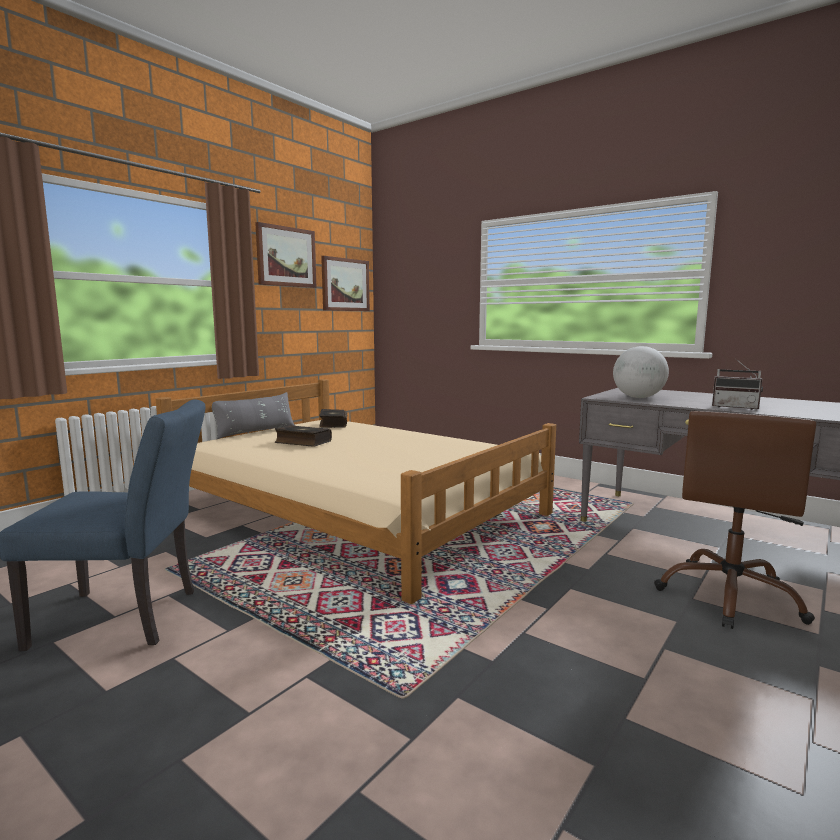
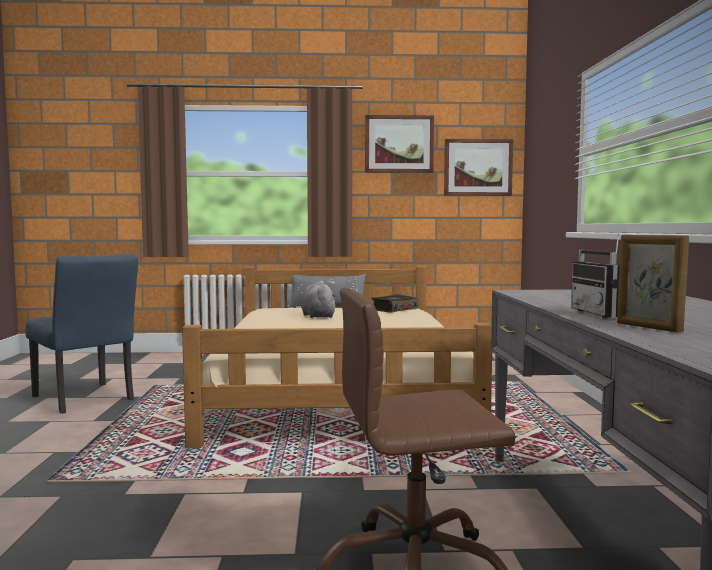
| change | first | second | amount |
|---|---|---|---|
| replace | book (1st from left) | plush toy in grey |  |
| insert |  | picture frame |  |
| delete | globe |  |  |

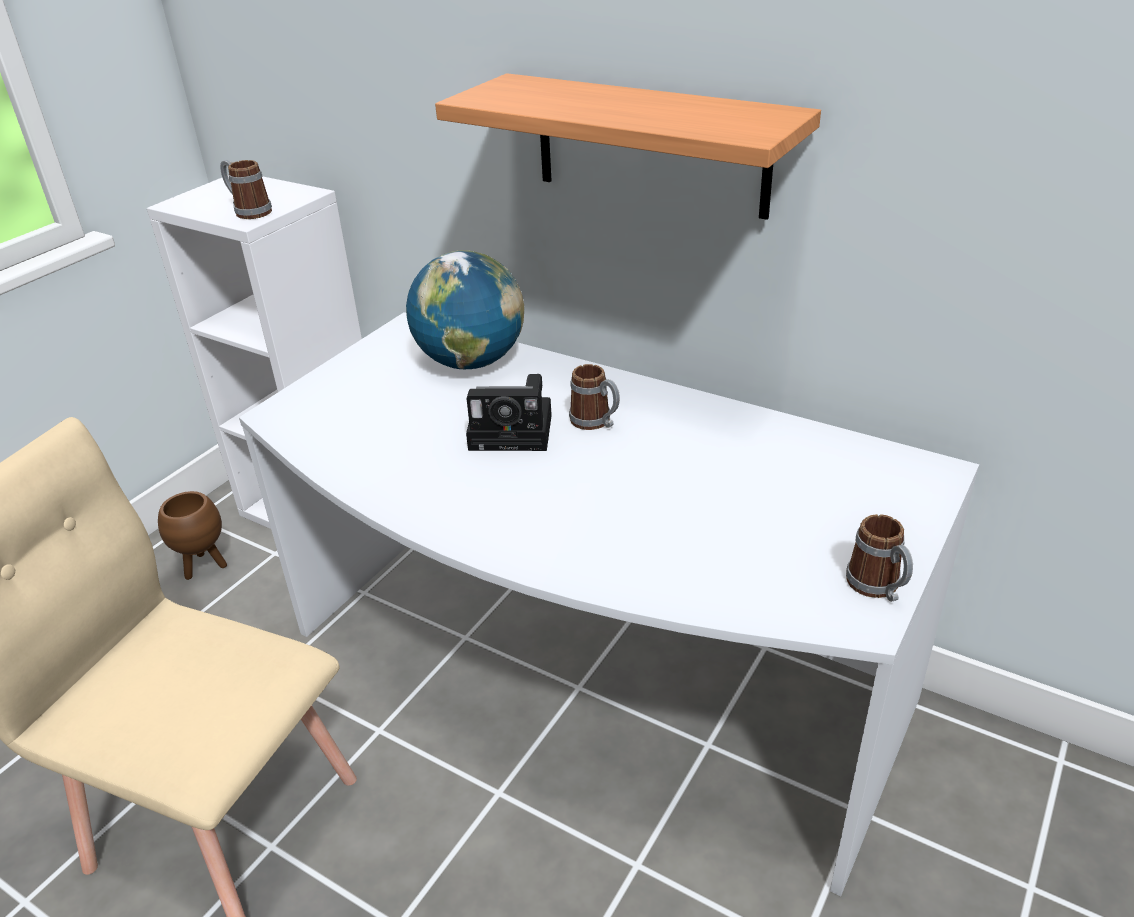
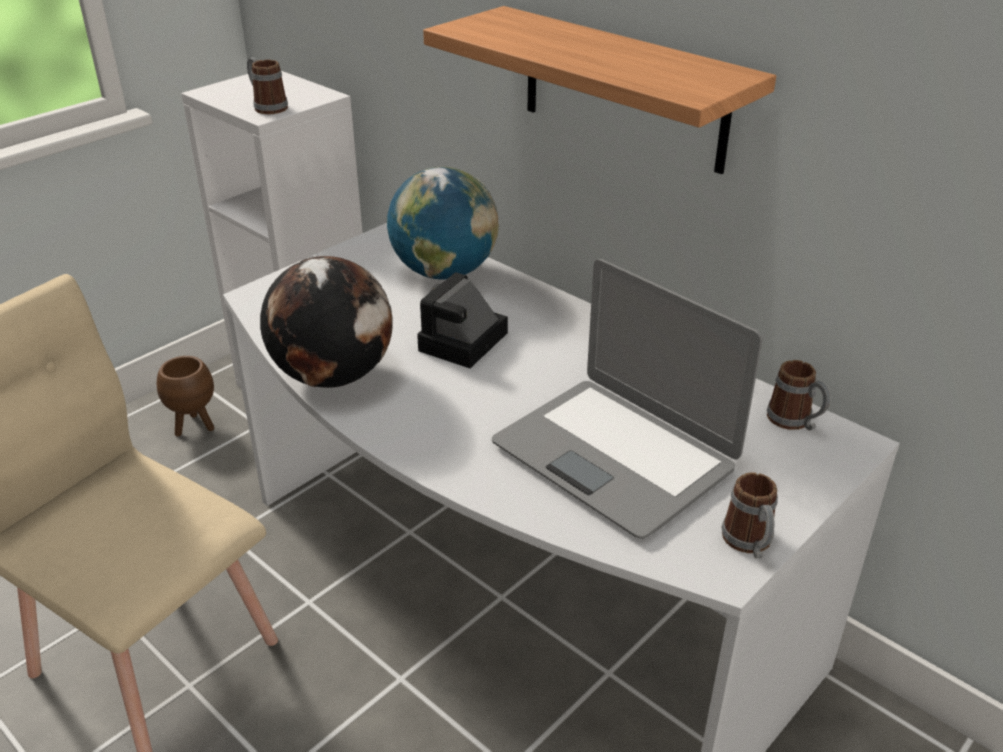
| change | first | second | amount |
|---|---|---|---|
| insert |  | globe (1st from left) |  |
| rotate | photo camera |  | 105 degrees clockwise |
| insert |  | laptop |  |
| move | mug (2nd from left in the first image) | mug (3rd from left) |  |

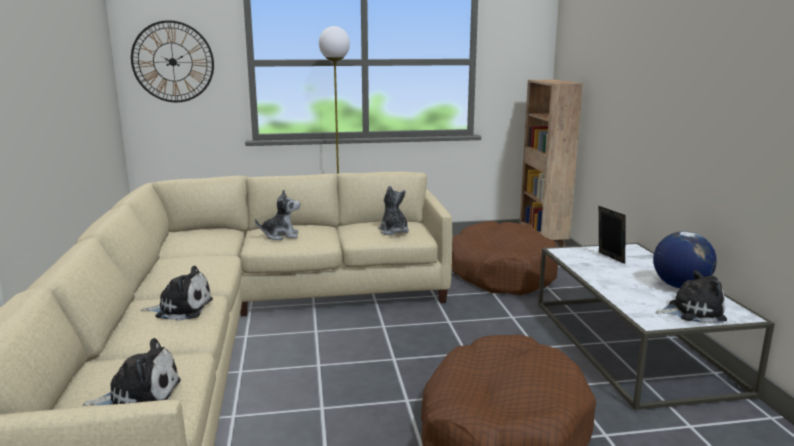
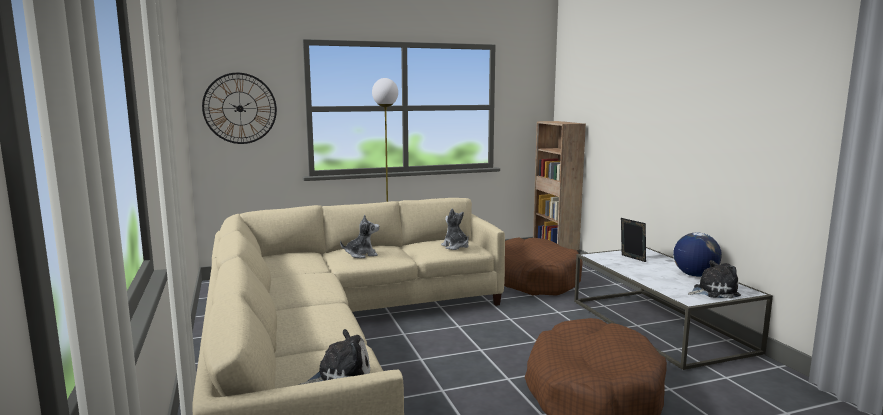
| change | first | second | amount |
|---|---|---|---|
| delete | plush toy (2nd from left) |  |  |

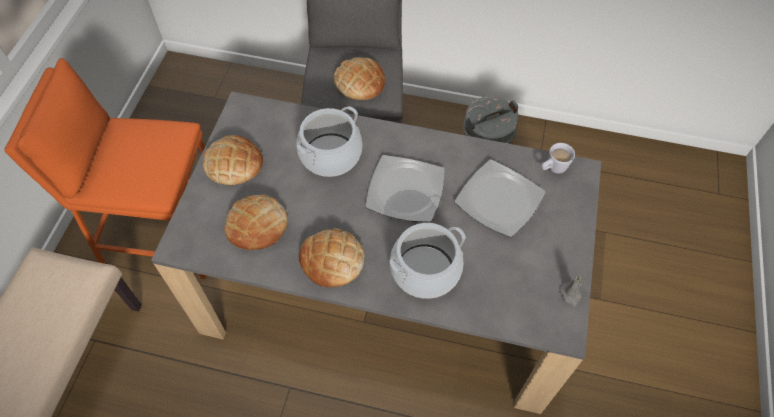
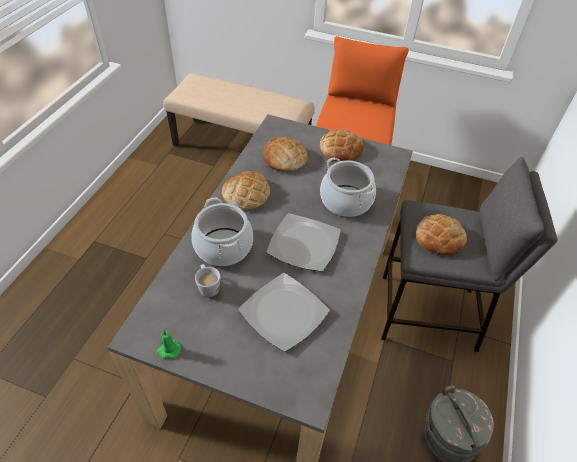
| change | first | second | amount |
|---|---|---|---|
| recolor | candle in grey | candle in green |  |
| move | mug in white |  |  |

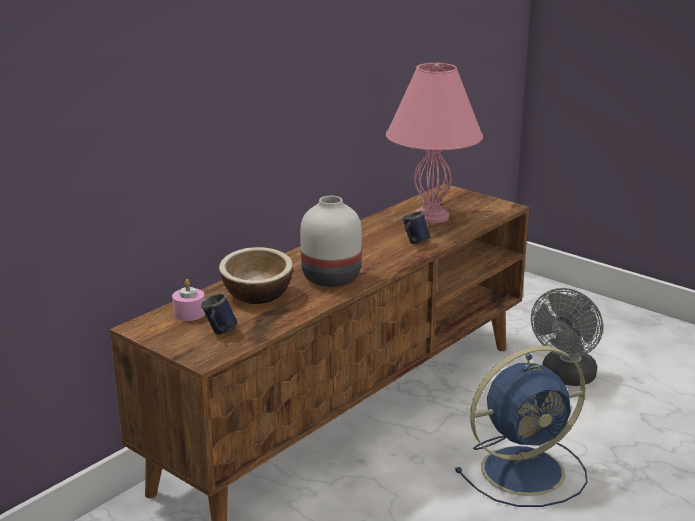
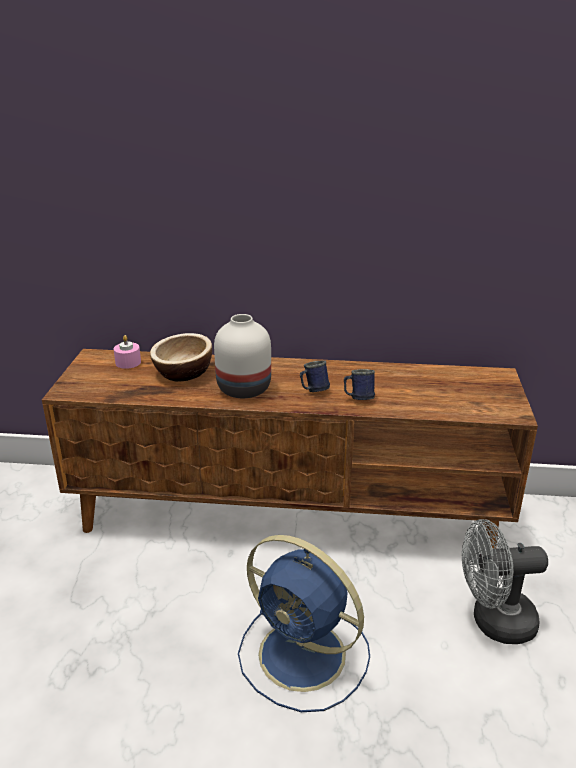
| change | first | second | amount |
|---|---|---|---|
| move | mug in blue (1st from left) |  |  |
| delete | table lamp in pink |  |  |

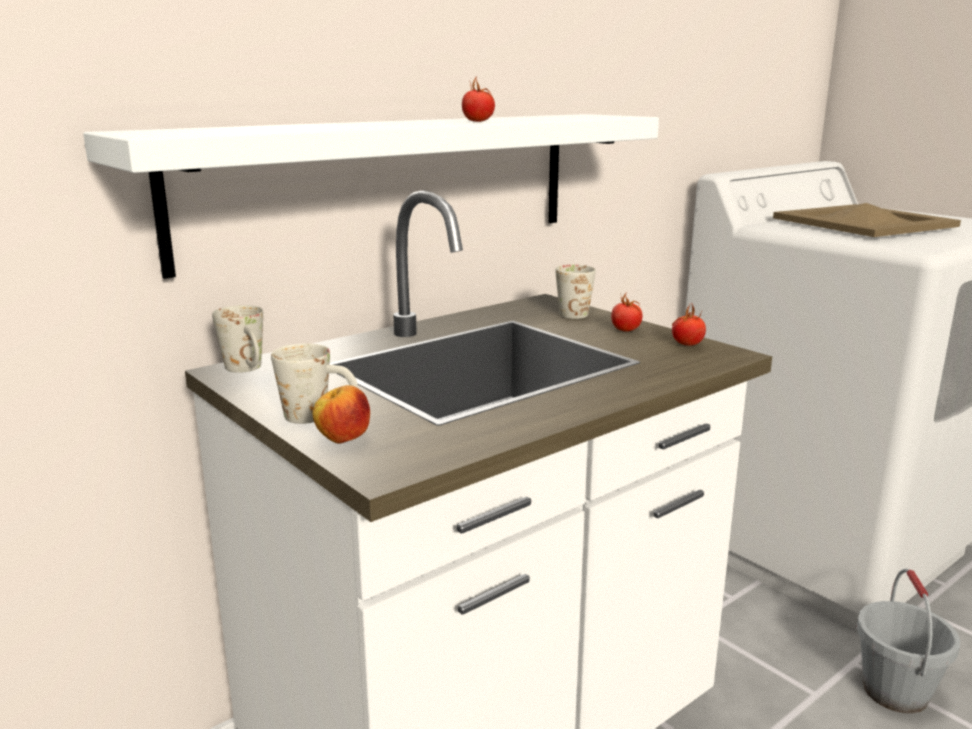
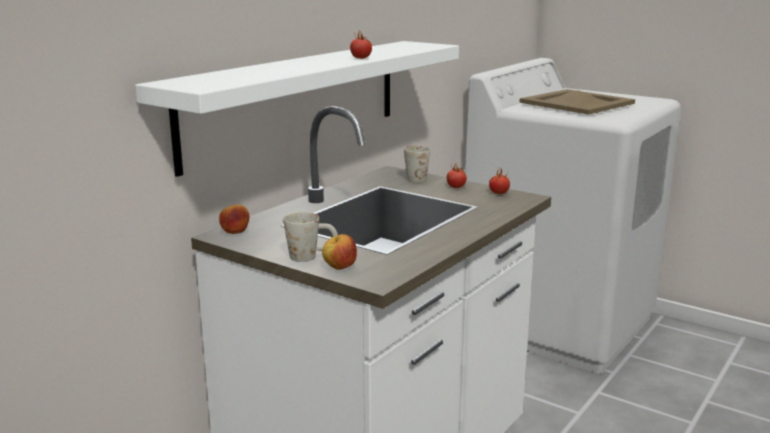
| change | first | second | amount |
|---|---|---|---|
| replace | mug in white (1st from left) | apple (1st from left) |  |
| delete | bucket in grey |  |  |

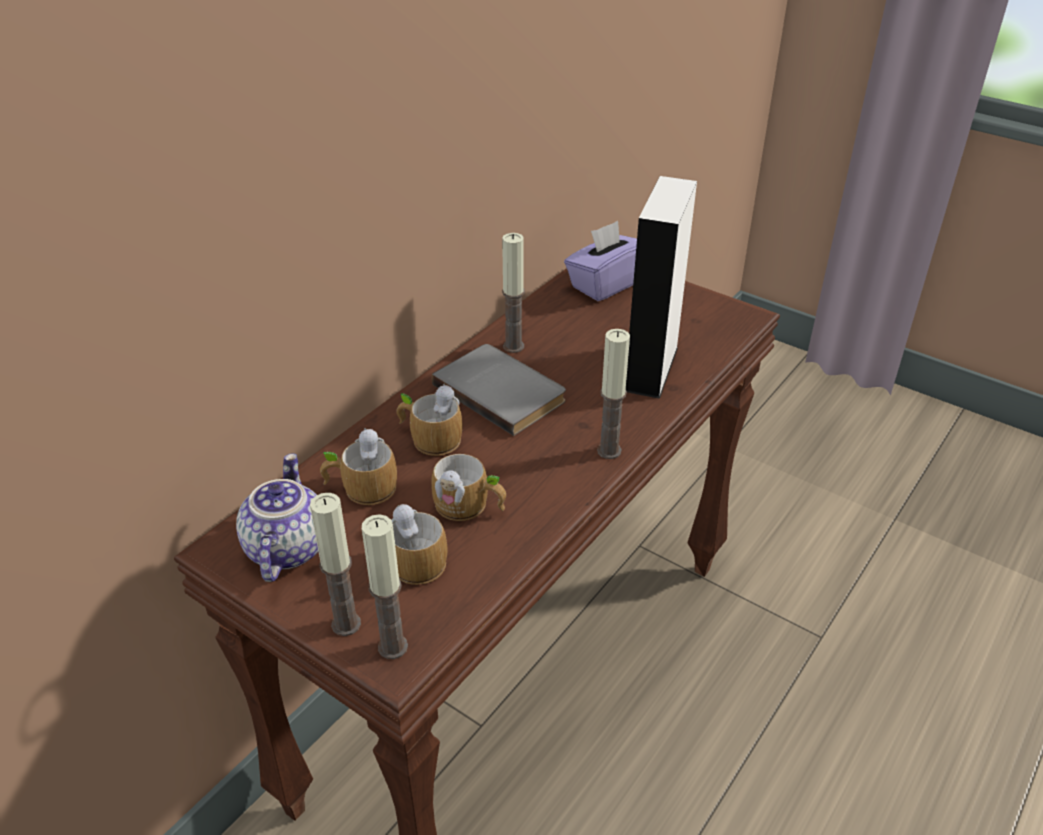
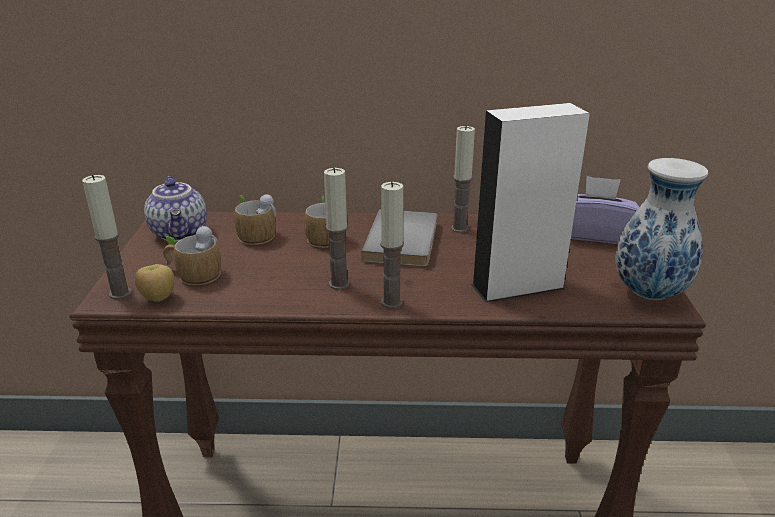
| change | first | second | amount |
|---|---|---|---|
| insert |  | apple |  |
| rotate | teapot |  | 105 degrees clockwise |
| move | candle (1st from left in the first image) | candle (2nd from left) |  |
| insert |  | vase |  |
| delete | mug (4th from left) |  |  |

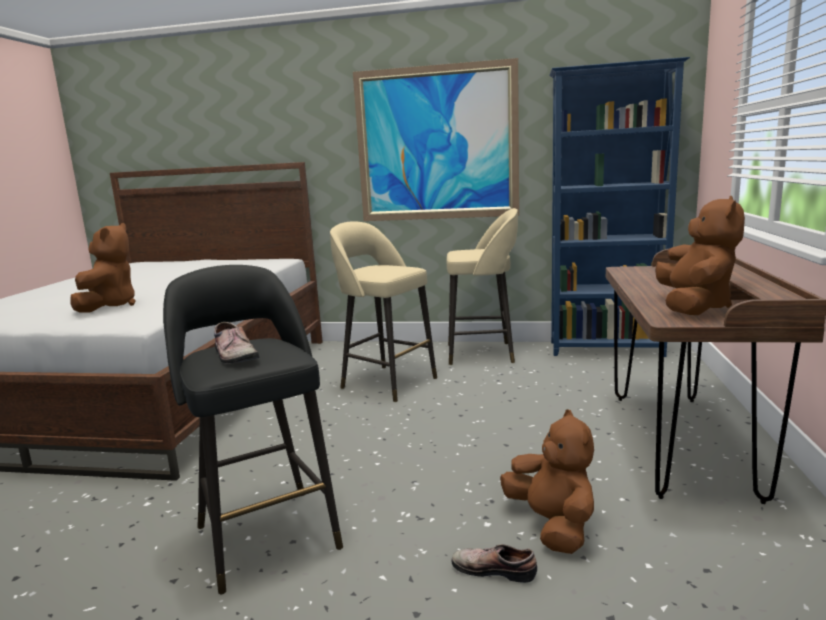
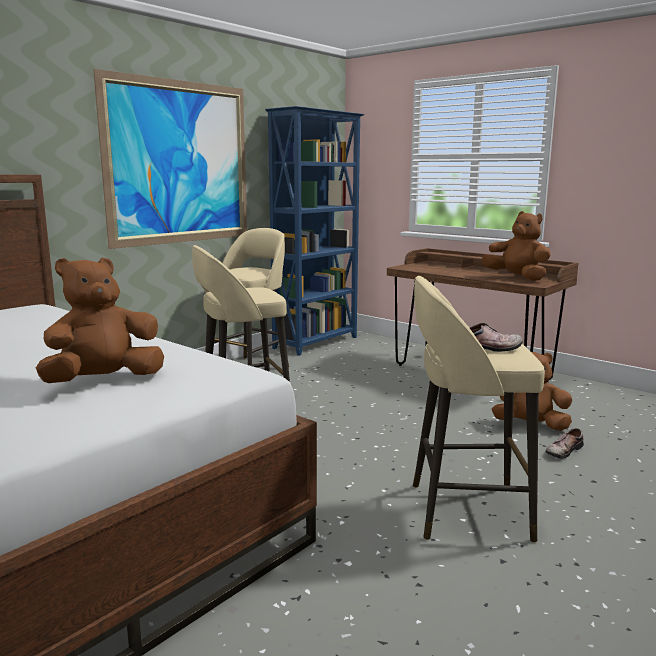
| change | first | second | amount |
|---|---|---|---|
| rotate | plush toy in brown (1st from left) |  | 75 degrees counterclockwise |
| recolor | stool in black | stool in beige (3rd from left) |  |

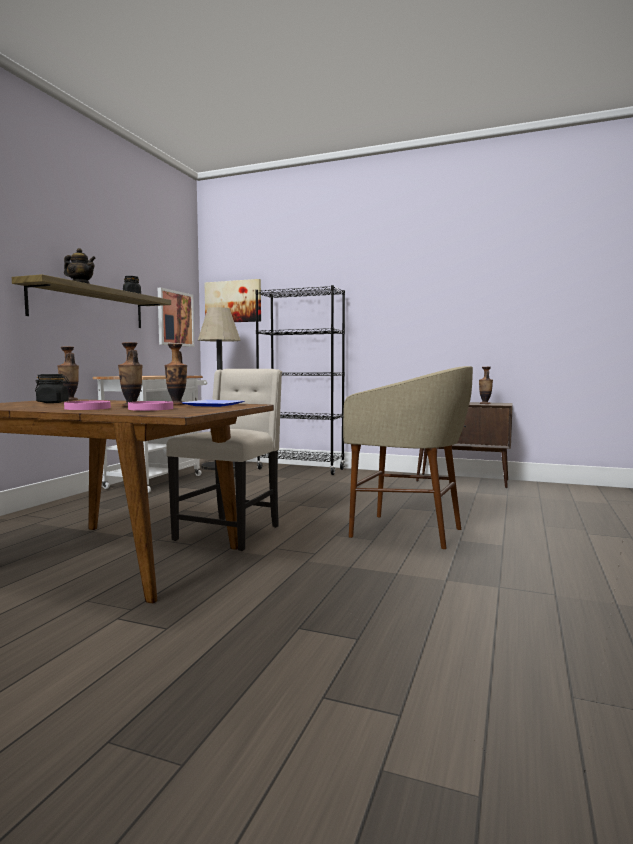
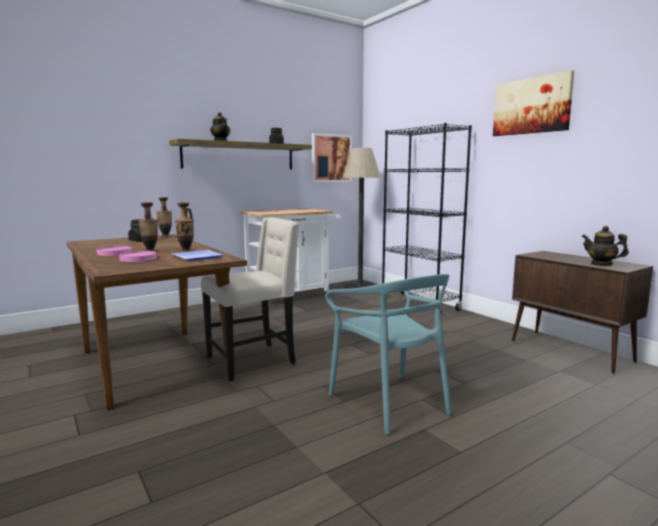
| change | first | second | amount |
|---|---|---|---|
| replace | stool in beige | chair in turquoise |  |
| move | picture (2nd from left) |  |  |
| replace | vase (4th from left) | teapot (2nd from left) |  |

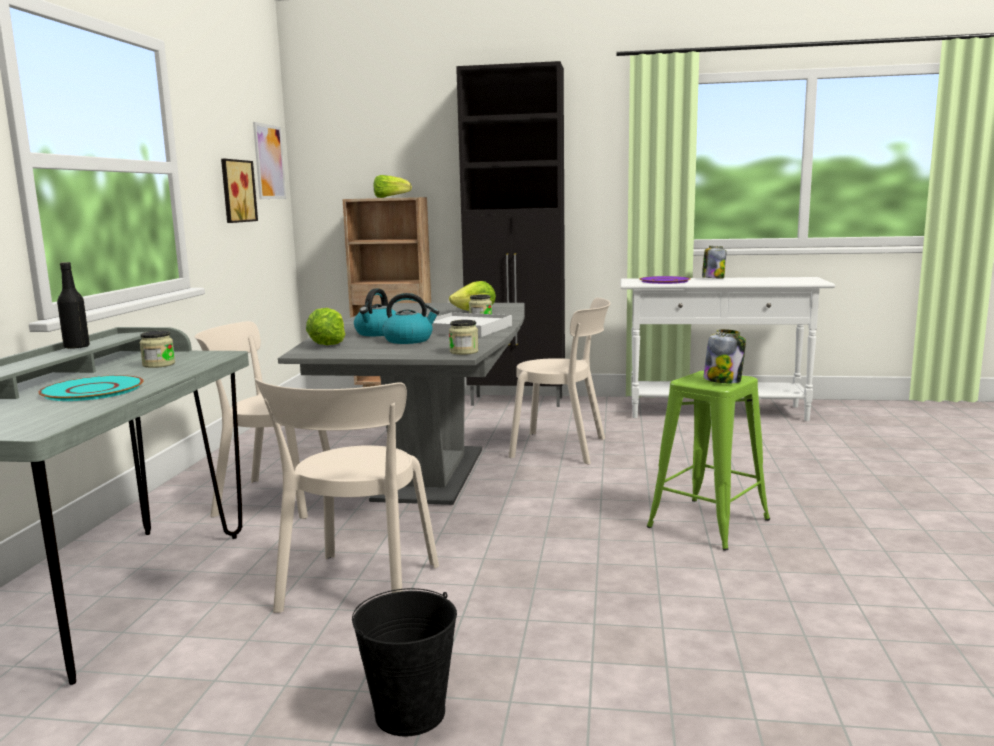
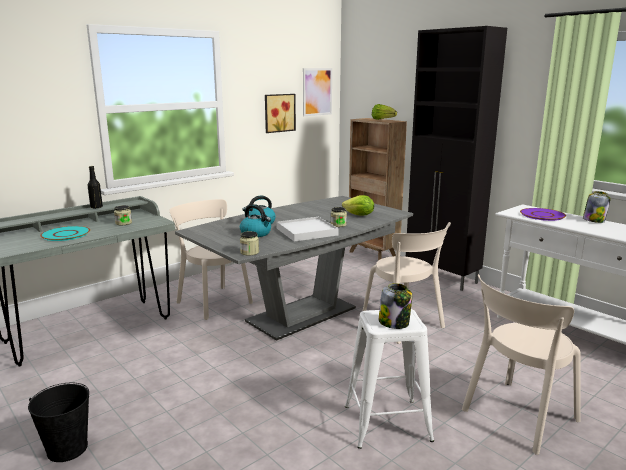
| change | first | second | amount |
|---|---|---|---|
| recolor | stool in green | stool in white |  |
| move | chair in beige (2nd from left in the first image) | chair in beige (3rd from left) |  |
| delete | lettuce (1st from left) |  |  |

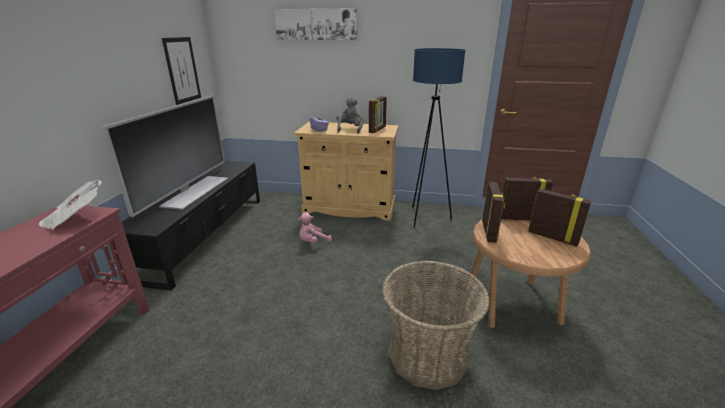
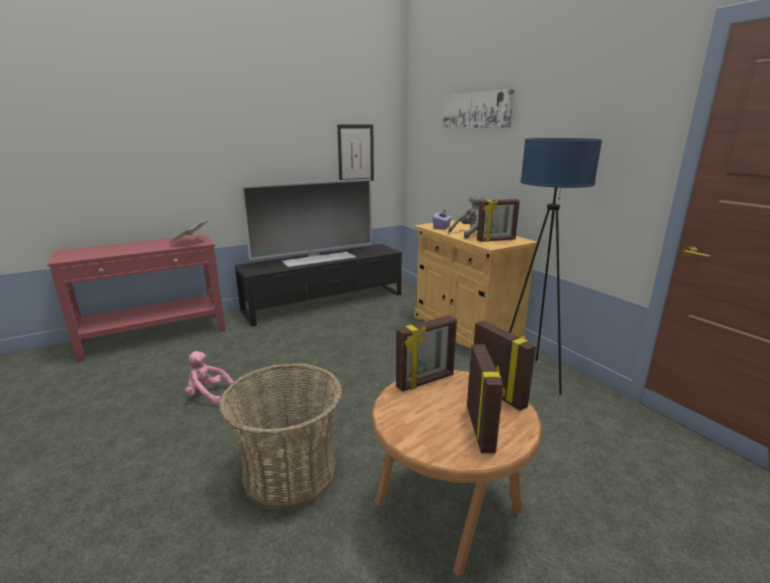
| change | first | second | amount |
|---|---|---|---|
| move | plush toy in pink |  |  |

